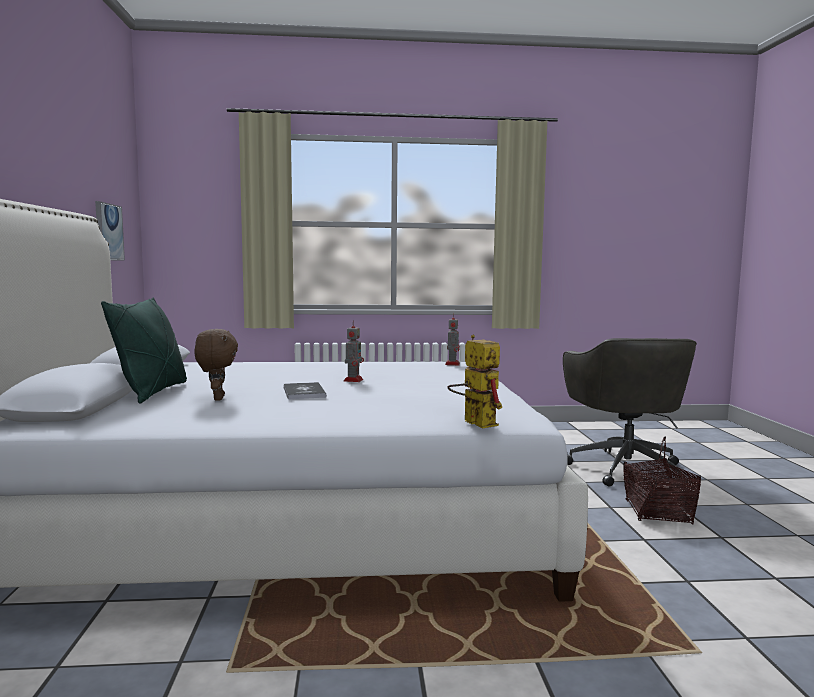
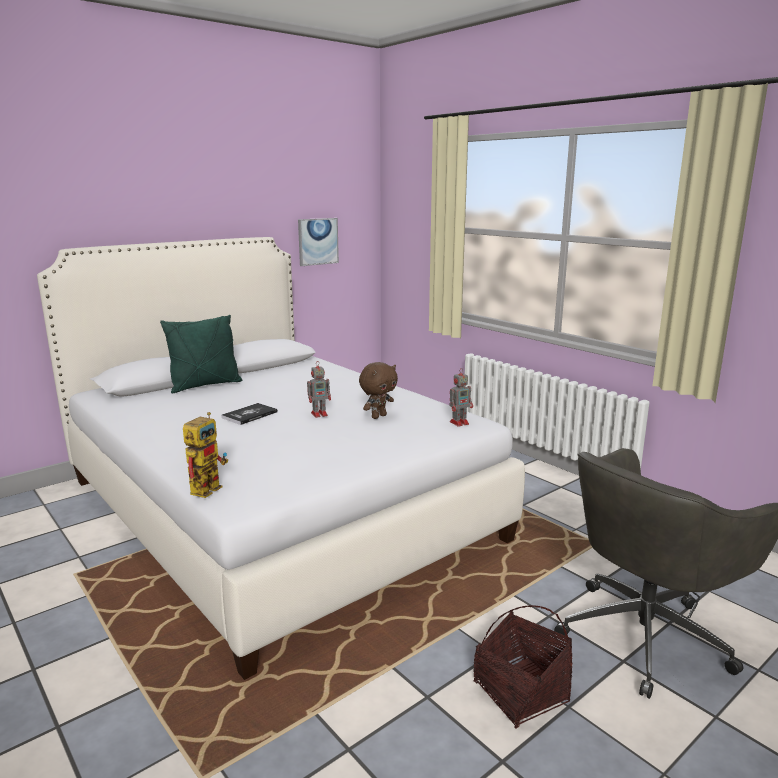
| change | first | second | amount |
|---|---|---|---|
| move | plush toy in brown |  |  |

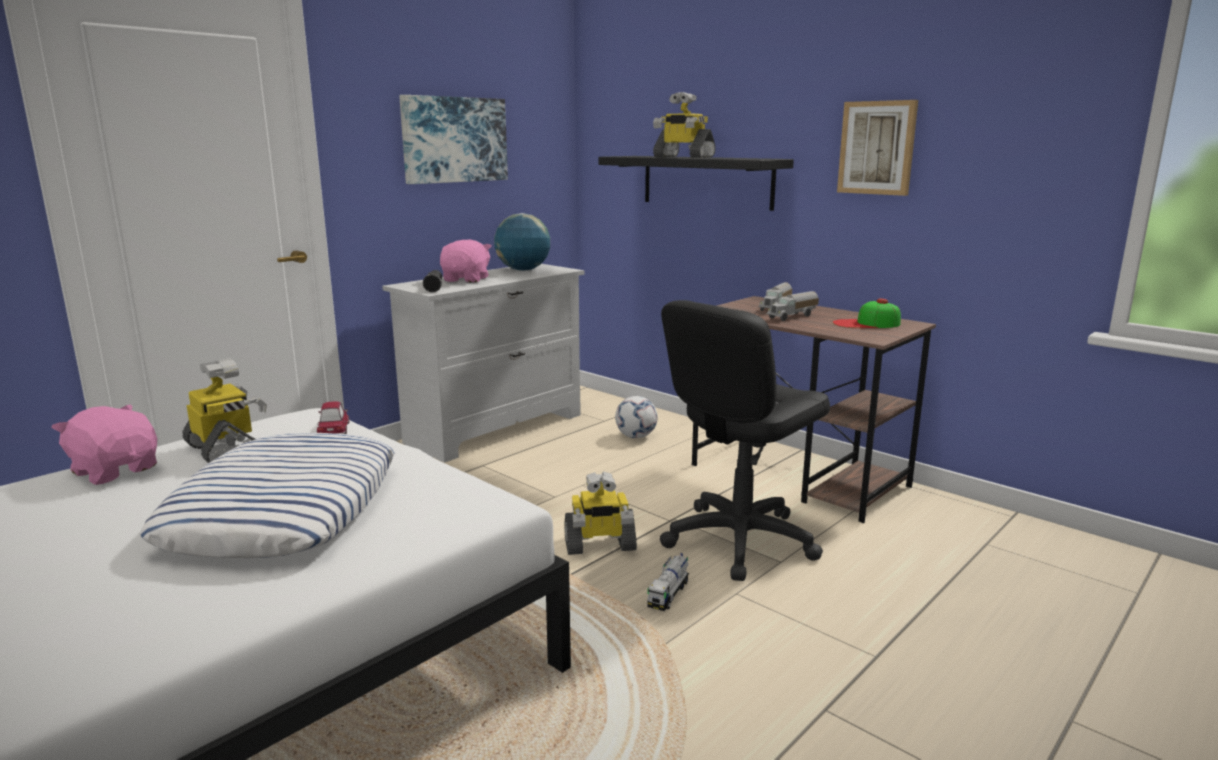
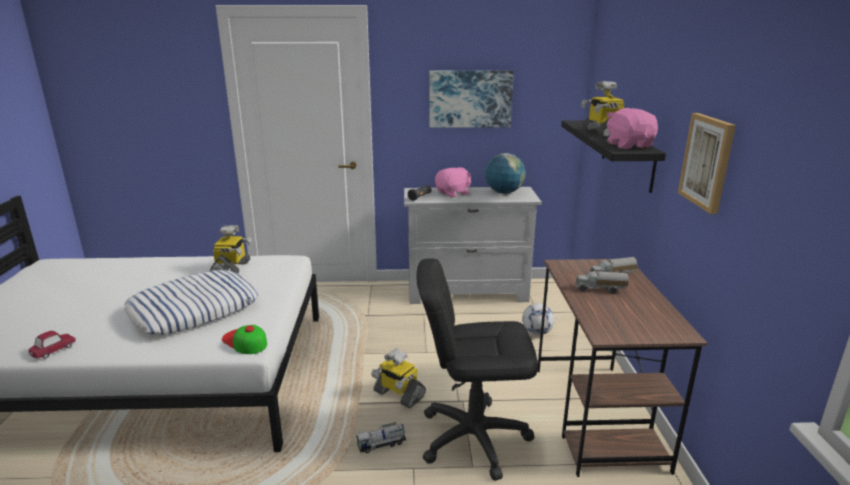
| change | first | second | amount |
|---|---|---|---|
| move | toy car |  |  |
| move | cap |  |  |
| move | plush toy in pink (1st from left in the first image) | plush toy in pink (2nd from left) |  |

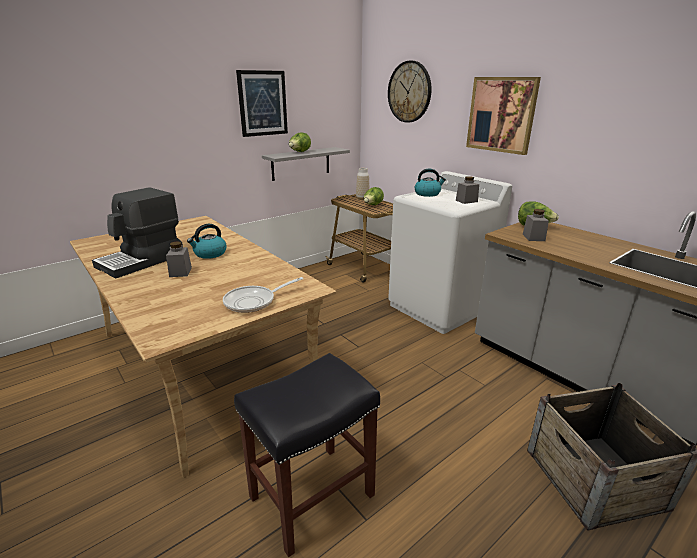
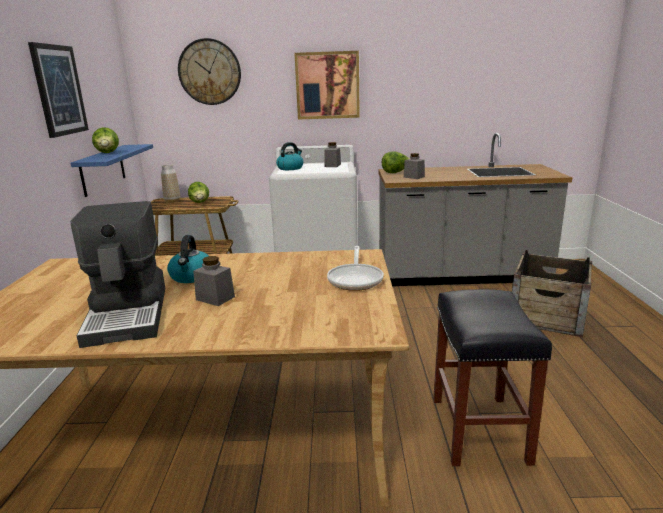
| change | first | second | amount |
|---|---|---|---|
| recolor | shelf in grey | shelf in blue |  |

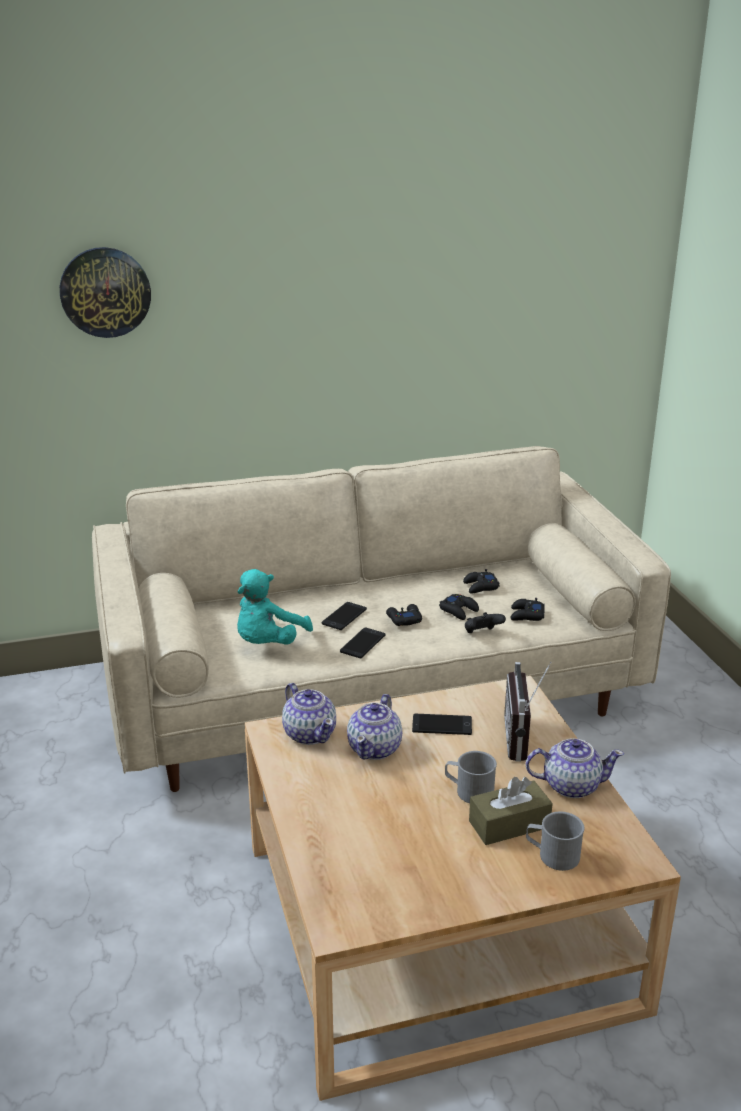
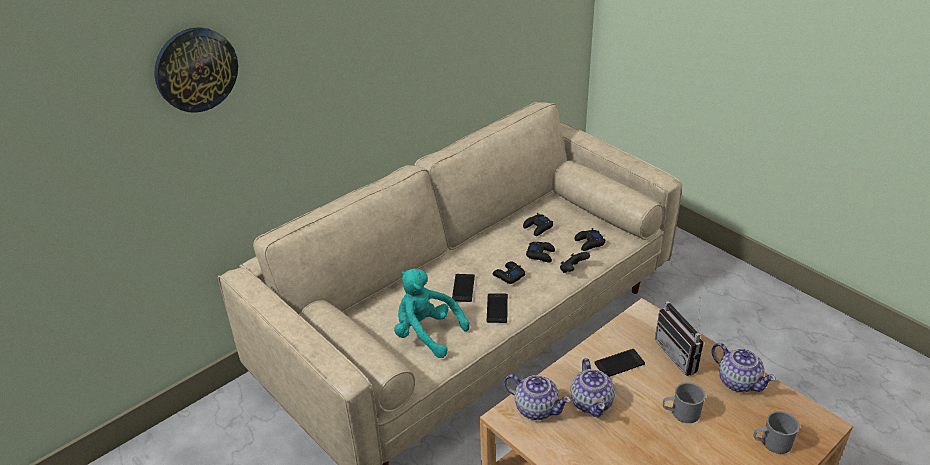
| change | first | second | amount |
|---|---|---|---|
| rotate | plush toy in turquoise |  | 120 degrees clockwise |
| rotate | teapot (3rd from left) |  | 75 degrees clockwise |
| delete | tissue box in brown |  |  |

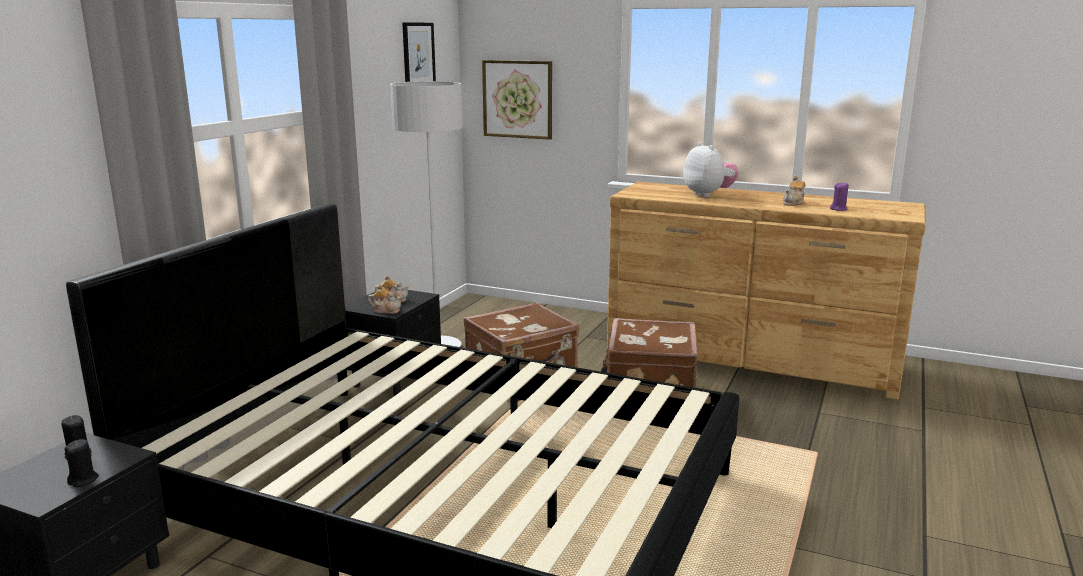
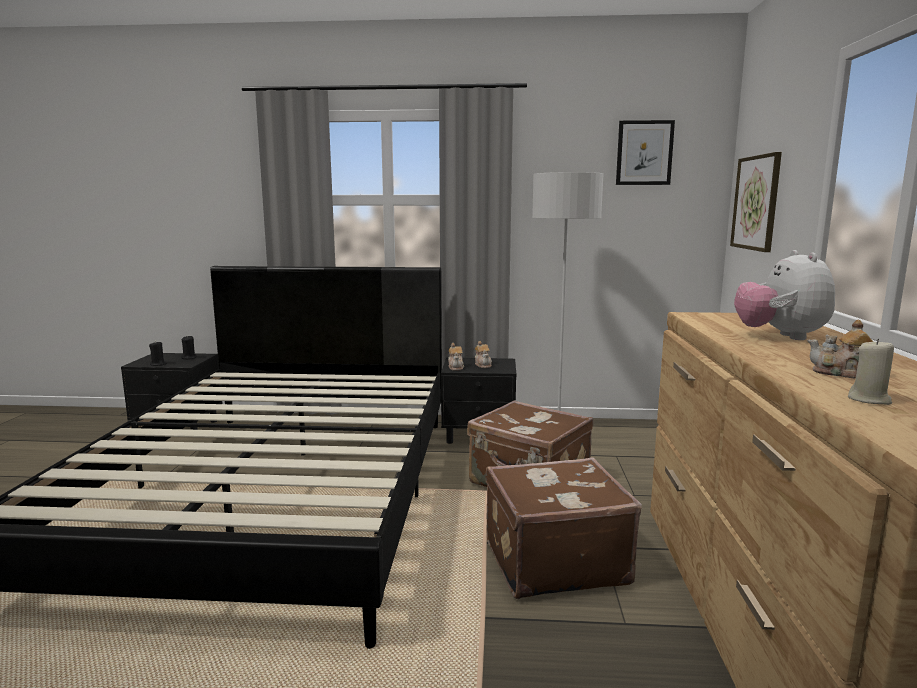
| change | first | second | amount |
|---|---|---|---|
| rotate | plush toy |  | 135 degrees clockwise |
| recolor | candle in purple | candle in beige |  |

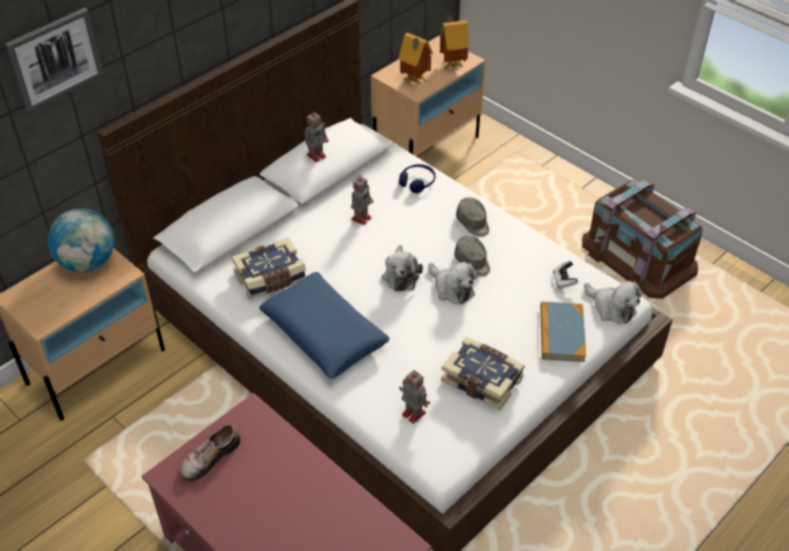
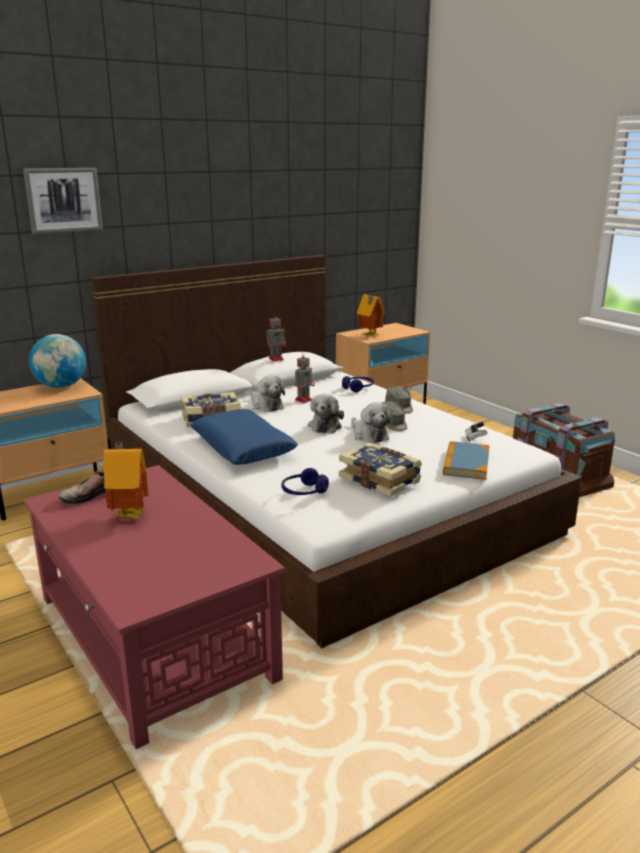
| change | first | second | amount |
|---|---|---|---|
| move | toy house (2nd from left in the first image) | toy house (1st from left) |  |
| move | plush toy (3rd from left in the first image) | plush toy (1st from left) |  |
| replace | toy robot (3rd from left) | headphones in blue (1st from left) |  |

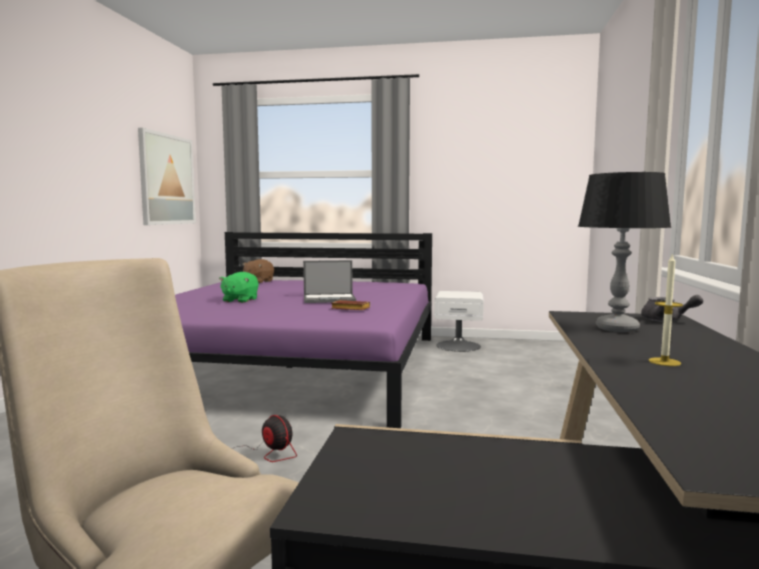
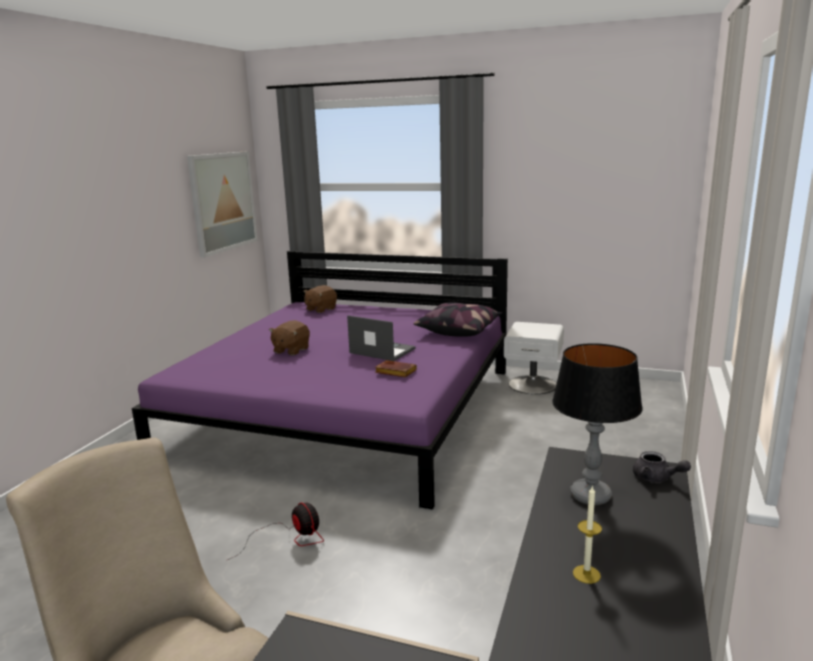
| change | first | second | amount |
|---|---|---|---|
| recolor | plush toy in green | plush toy in brown (1st from left) |  |
| rotate | laptop |  | 150 degrees counterclockwise |
| insert |  | pillow |  |

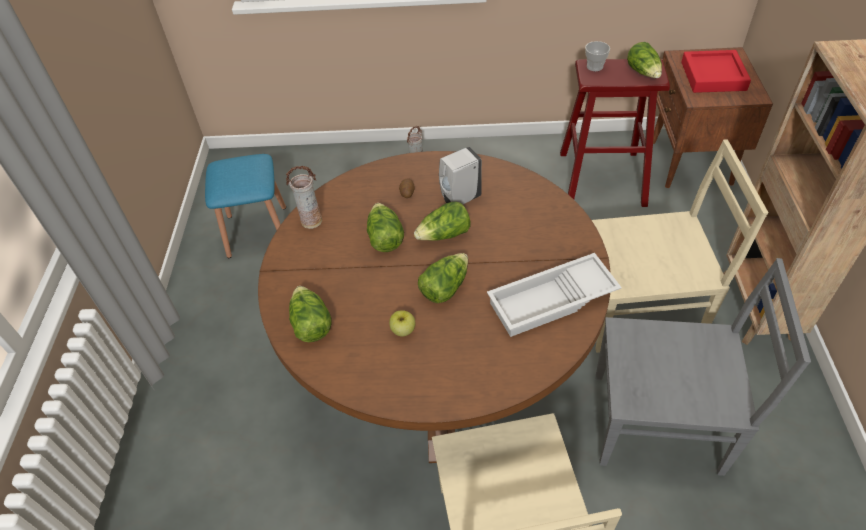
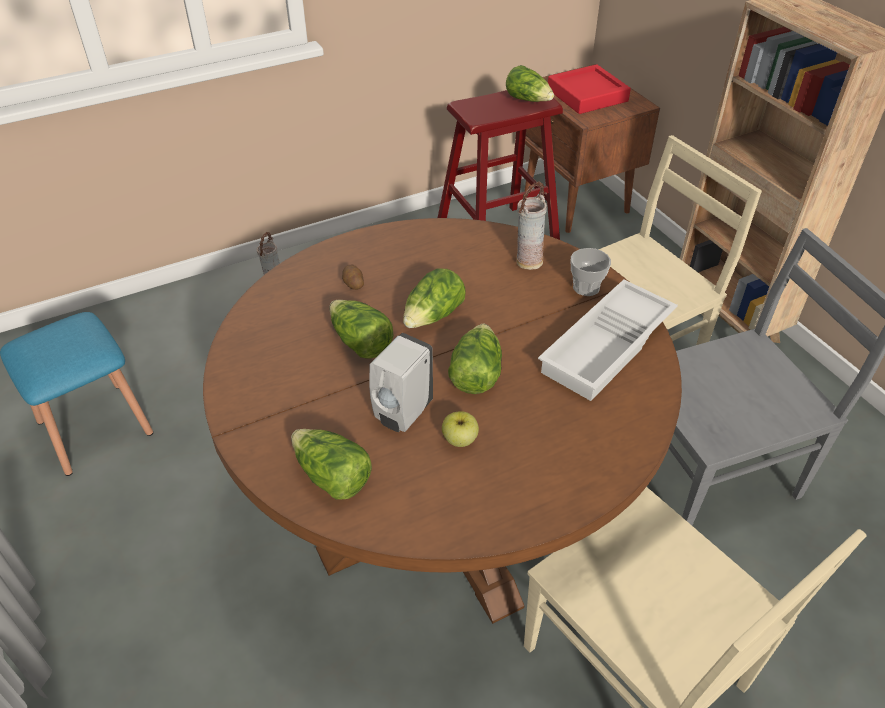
| change | first | second | amount |
|---|---|---|---|
| move | soap dispenser in white |  |  |
| move | vase (1st from left in the first image) | vase (2nd from left) |  |
| move | cup |  |  |

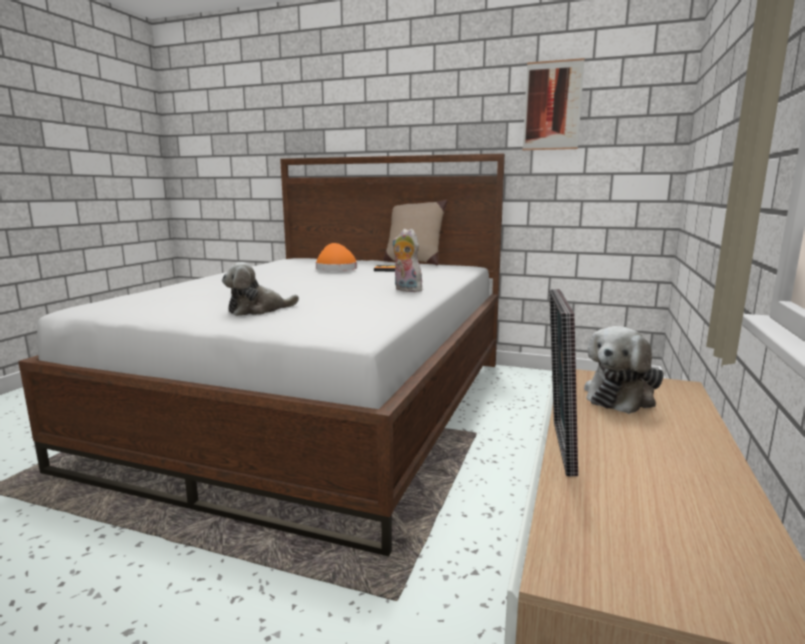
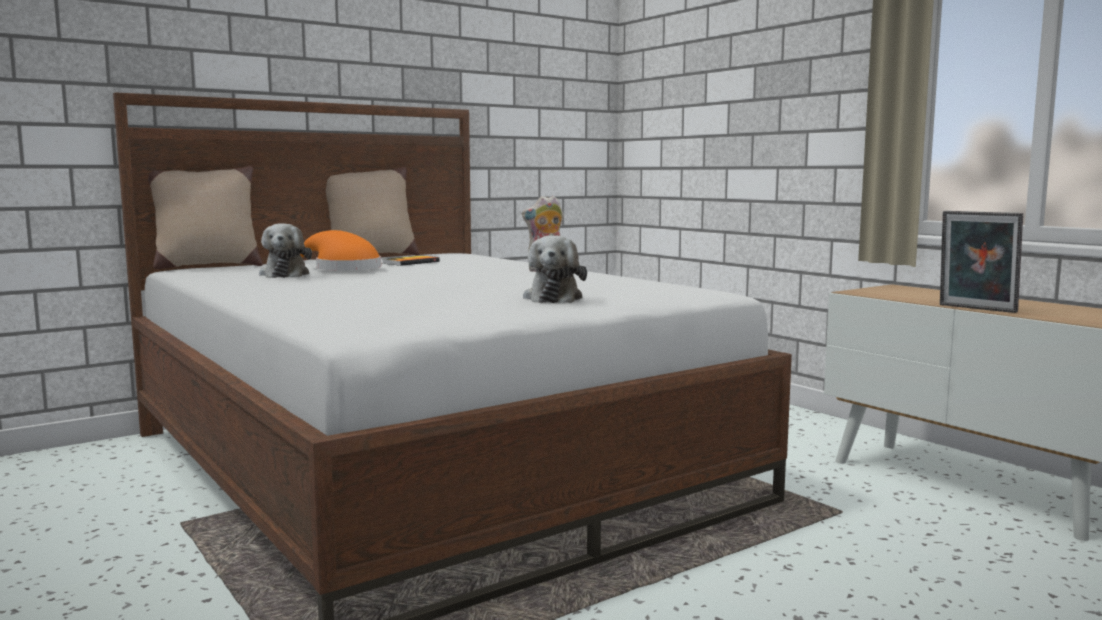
| change | first | second | amount |
|---|---|---|---|
| insert |  | pillow in beige (1st from left) |  |
| move | plush toy (3rd from left in the first image) | plush toy (1st from left) |  |
| delete | picture |  |  |

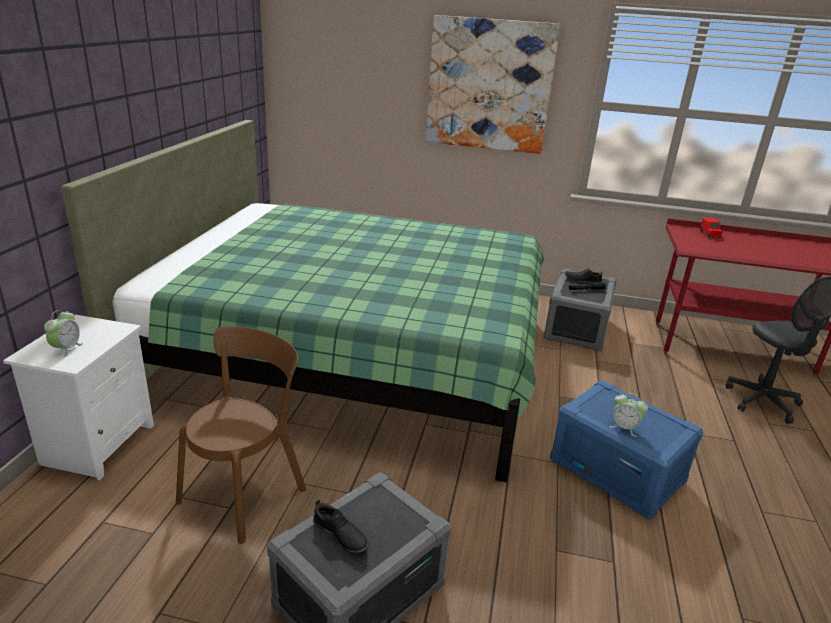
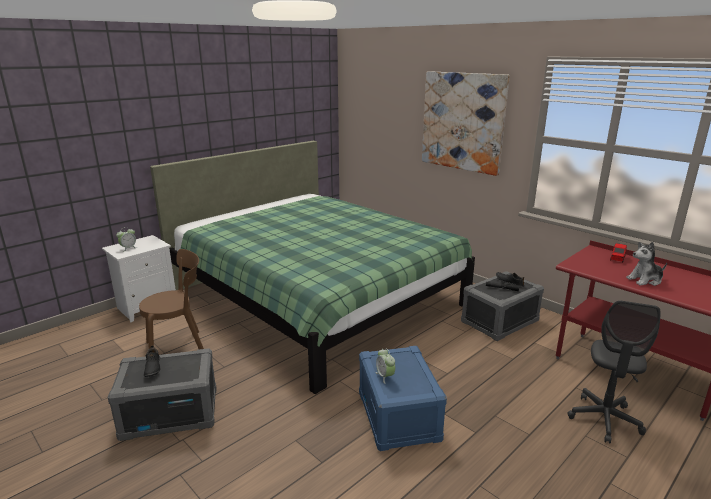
| change | first | second | amount |
|---|---|---|---|
| insert |  | plush toy |  |

